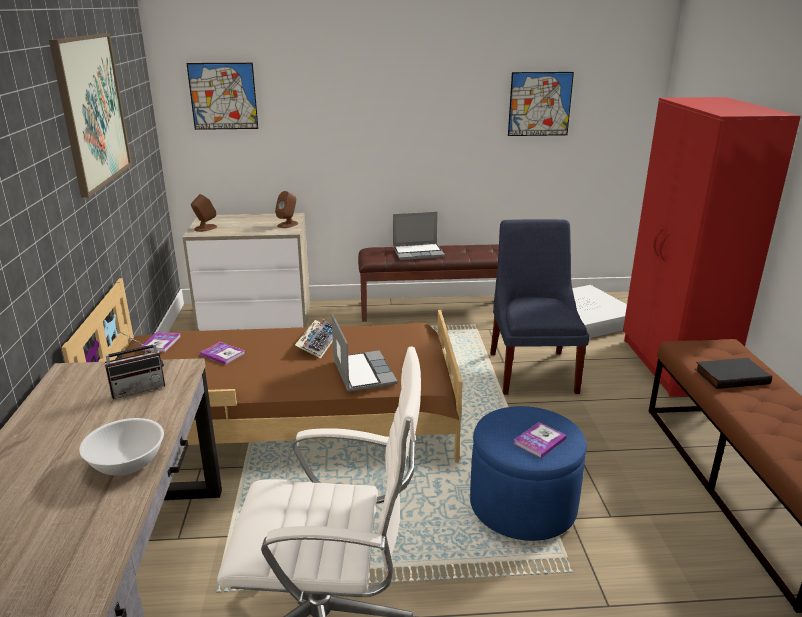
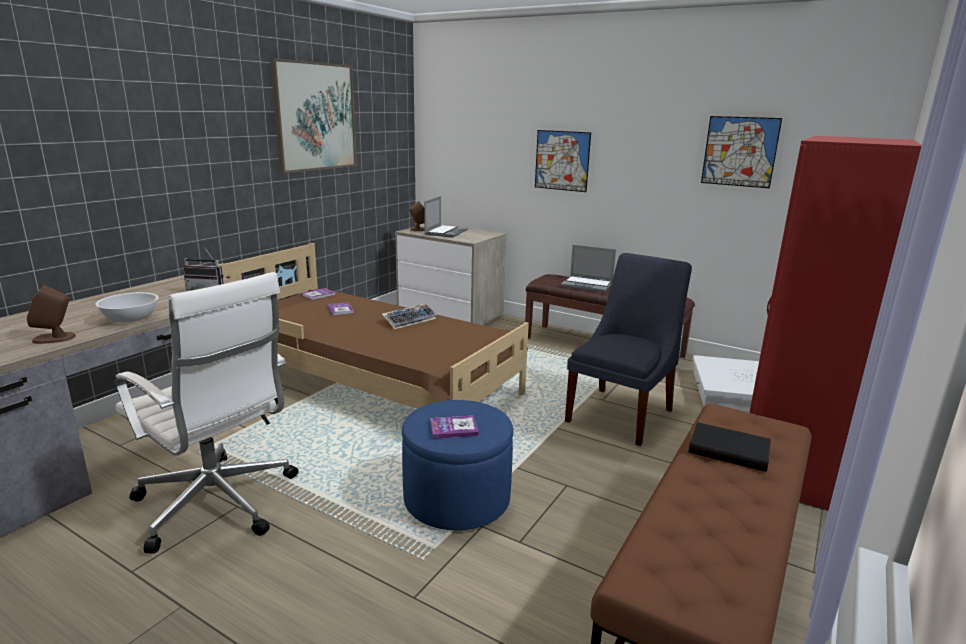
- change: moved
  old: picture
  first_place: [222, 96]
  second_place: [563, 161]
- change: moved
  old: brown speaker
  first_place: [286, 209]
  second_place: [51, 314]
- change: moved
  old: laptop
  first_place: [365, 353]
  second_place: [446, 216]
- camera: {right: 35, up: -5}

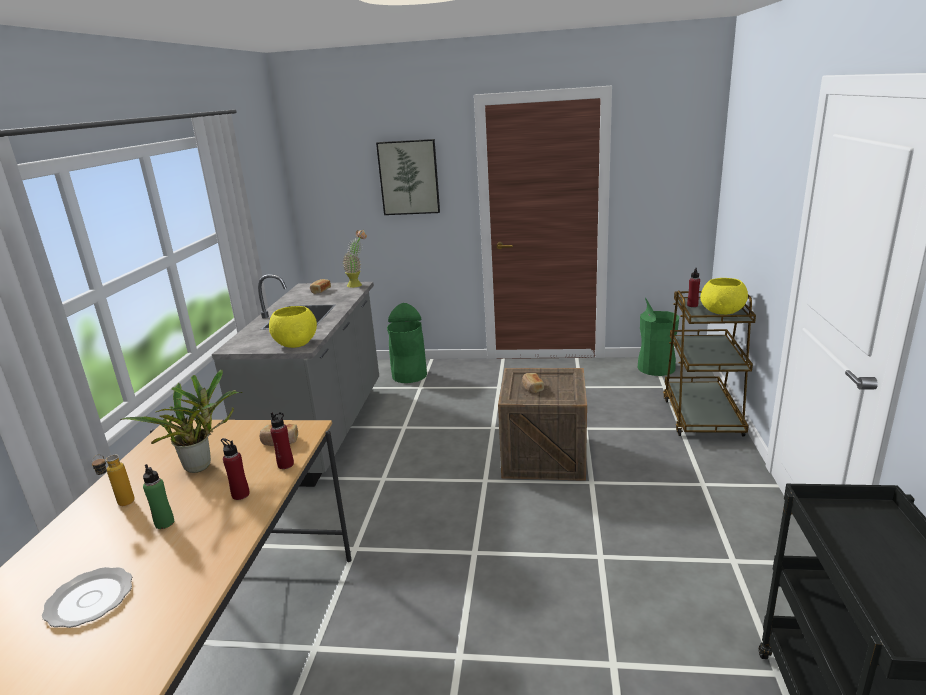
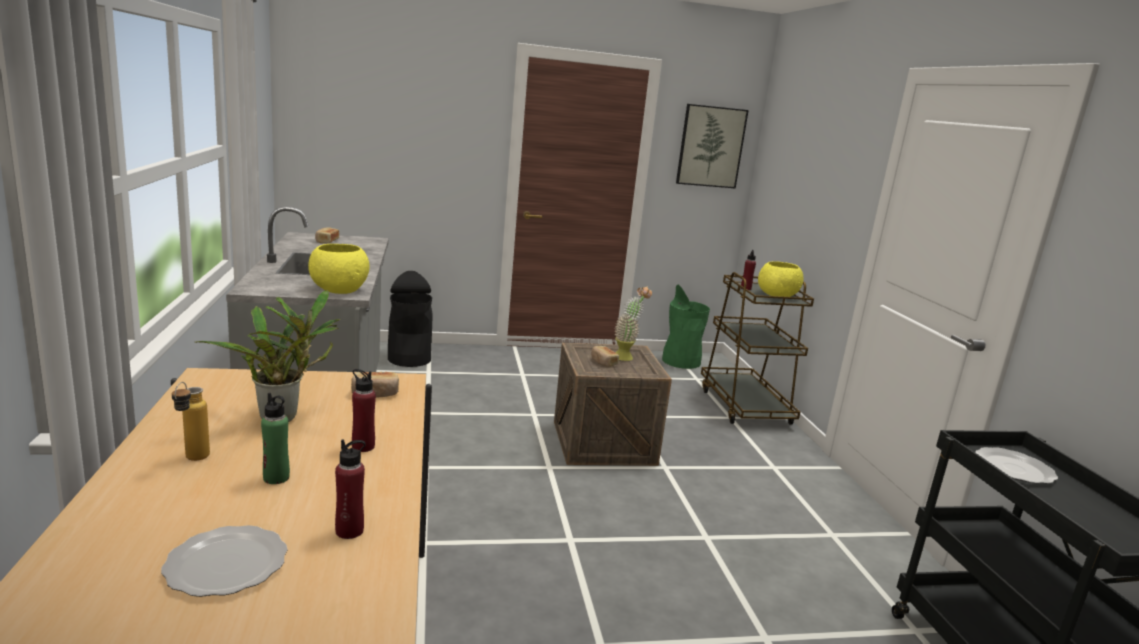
- change: moved
  old: red bottle
  first_place: [282, 440]
  second_place: [350, 489]
- change: moved
  old: potted plant
  first_place: [355, 259]
  second_place: [633, 324]
- change: moved
  old: picture
  first_place: [408, 177]
  second_place: [712, 146]
- change: recoloured
  old: green trash can
  new: black trash can
  first_place: [407, 343]
  second_place: [410, 319]
- change: added
  new: plate
  second_place: [1016, 465]
- camera: {right: -20, up: -5}

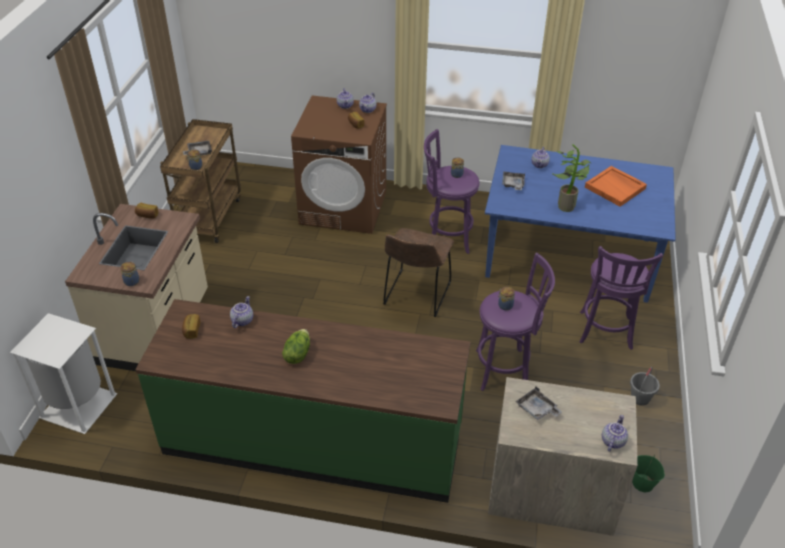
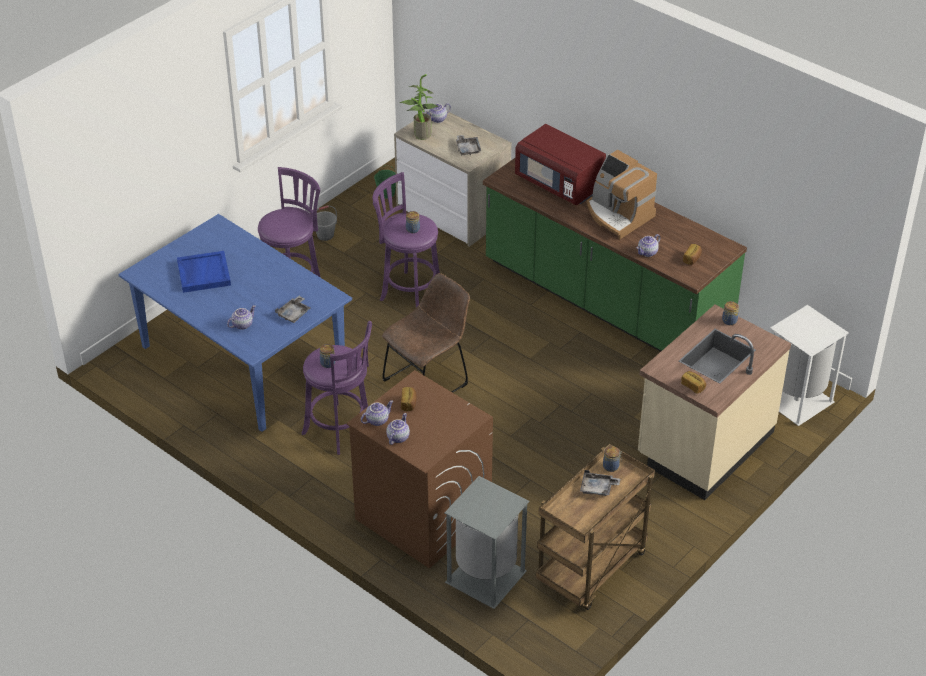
- change: replaced
  old: lettuce
  new: coffee machine
  first_place: [296, 346]
  second_place: [622, 194]
- change: moved
  old: potted plant
  first_place: [571, 178]
  second_place: [419, 107]
- change: recoloured
  old: orange tray
  new: blue tray
  first_place: [616, 186]
  second_place: [204, 272]
- change: added
  new: grey trash can
  second_place: [487, 542]
- change: added
  new: red microwave
  second_place: [560, 164]
- camera: {right: -150, up: 0}

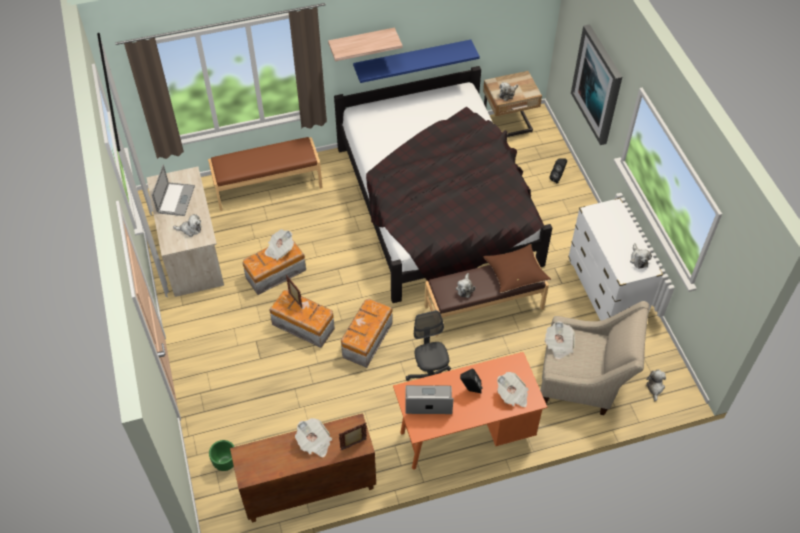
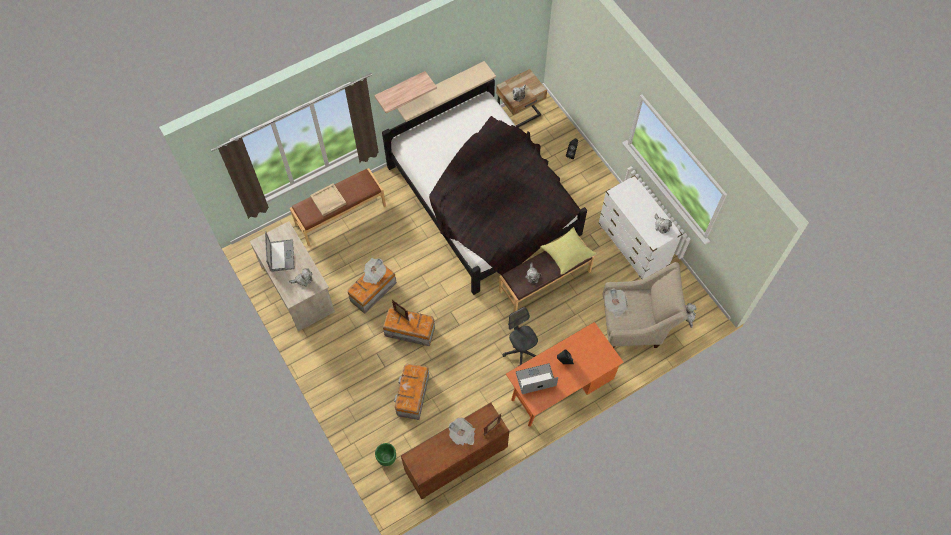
- change: moved
  old: storage box
  first_place: [367, 333]
  second_place: [411, 392]
- change: recoloured
  old: blue shelf
  new: beige shelf
  first_place: [416, 61]
  second_place: [446, 91]
- change: recoloured
  old: brown pillow
  new: yellow pillow
  first_place: [517, 268]
  second_place: [568, 251]
- change: removed
  old: newspaper
  first_place: [513, 389]
- change: removed
  old: picture
  first_place: [596, 84]
- change: added
  new: beige tray
  second_place: [328, 200]
- camera: {right: -15, up: 10}

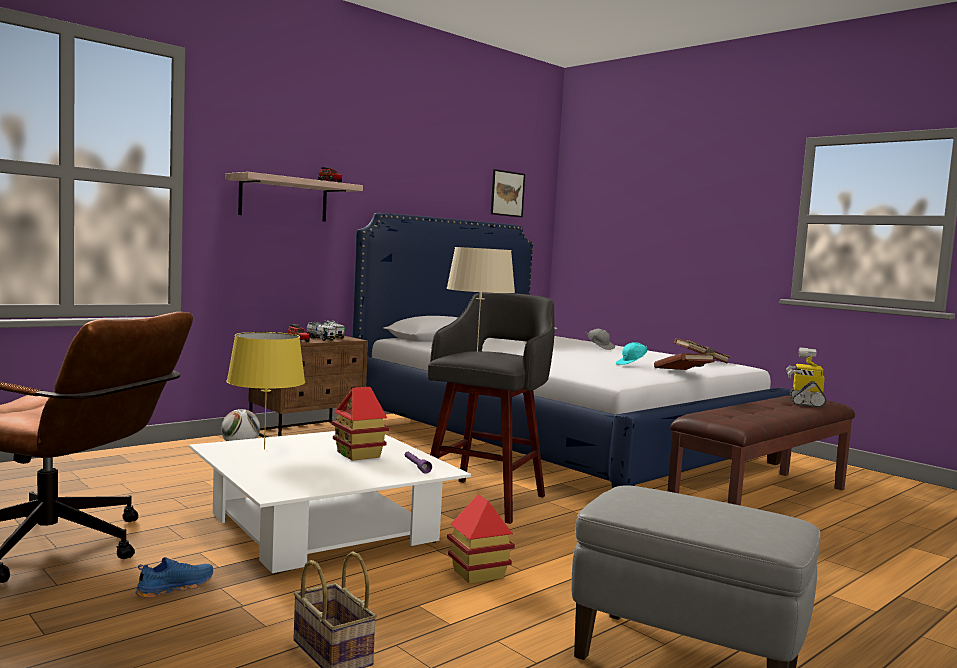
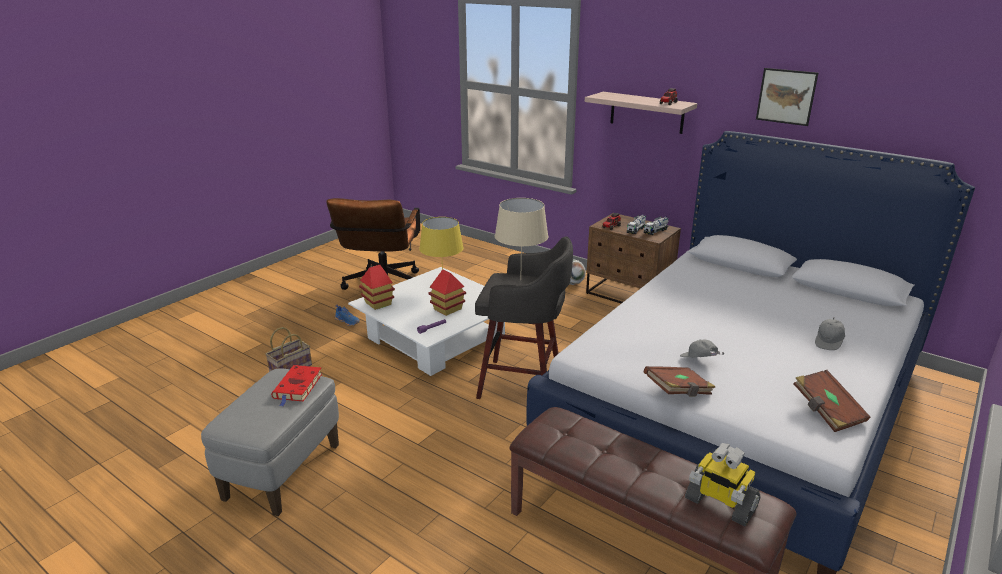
- change: moved
  old: toy house
  first_place: [481, 539]
  second_place: [377, 287]
- change: moved
  old: picture
  first_place: [508, 193]
  second_place: [787, 97]
- change: recoloured
  old: turquoise cap
  new: grey cap
  first_place: [631, 354]
  second_place: [702, 348]
- change: turned
  old: toy robot
  first_place: [806, 377]
  second_place: [723, 484]
  degrees: -150
- change: added
  new: red book
  second_place: [296, 385]
- camera: {right: 80, up: 20}

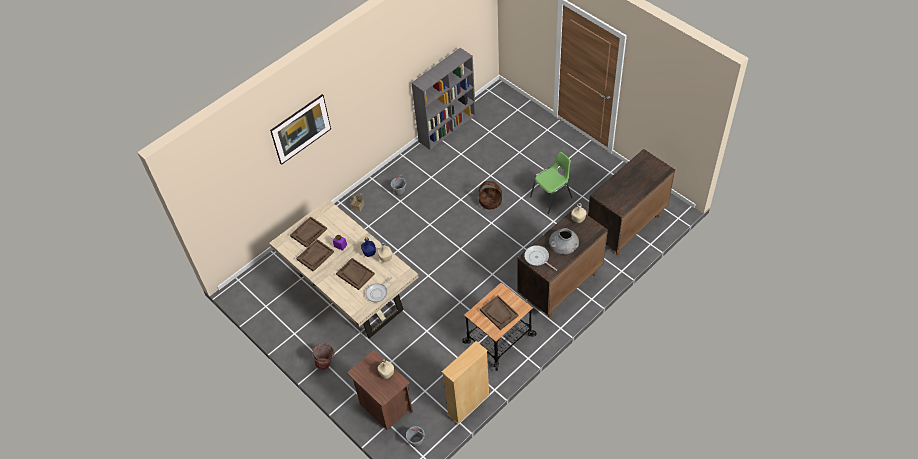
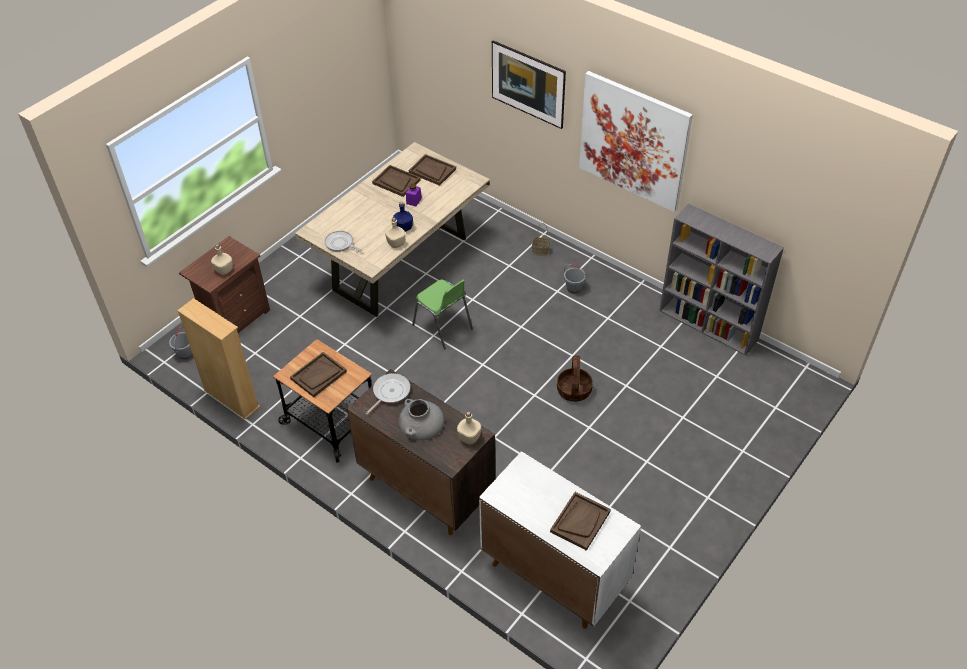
- change: removed
  old: bucket
  first_place: [323, 356]
- change: moved
  old: brown tray
  first_place: [355, 274]
  second_place: [580, 521]
- change: moved
  old: green chair
  first_place: [551, 183]
  second_place: [442, 314]
- change: recoloured
  old: brown cabinet
  new: white cabinet
  first_place: [631, 202]
  second_place: [560, 540]
- change: added
  new: picture
  second_place: [636, 141]
- camera: {right: 80, up: -5}

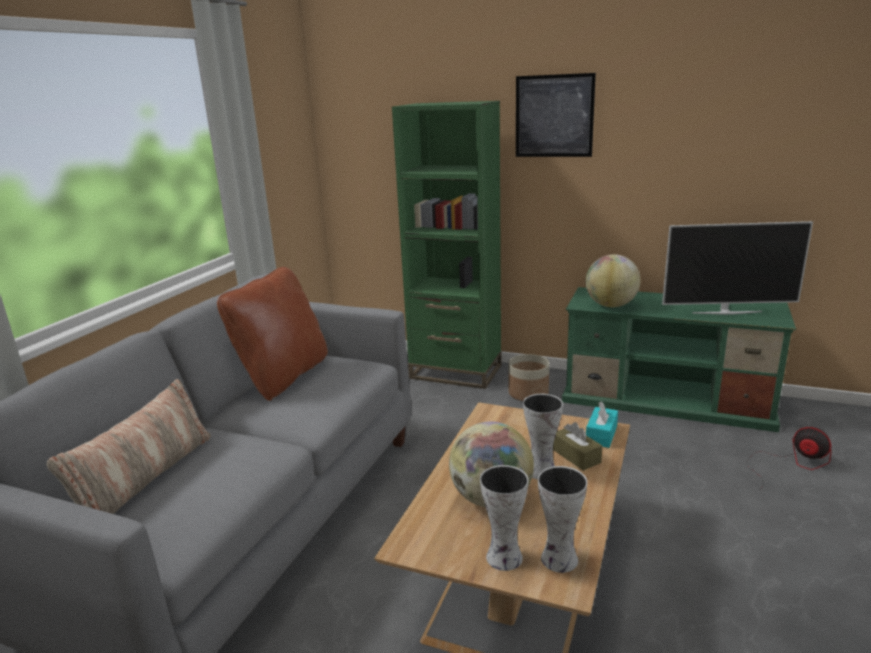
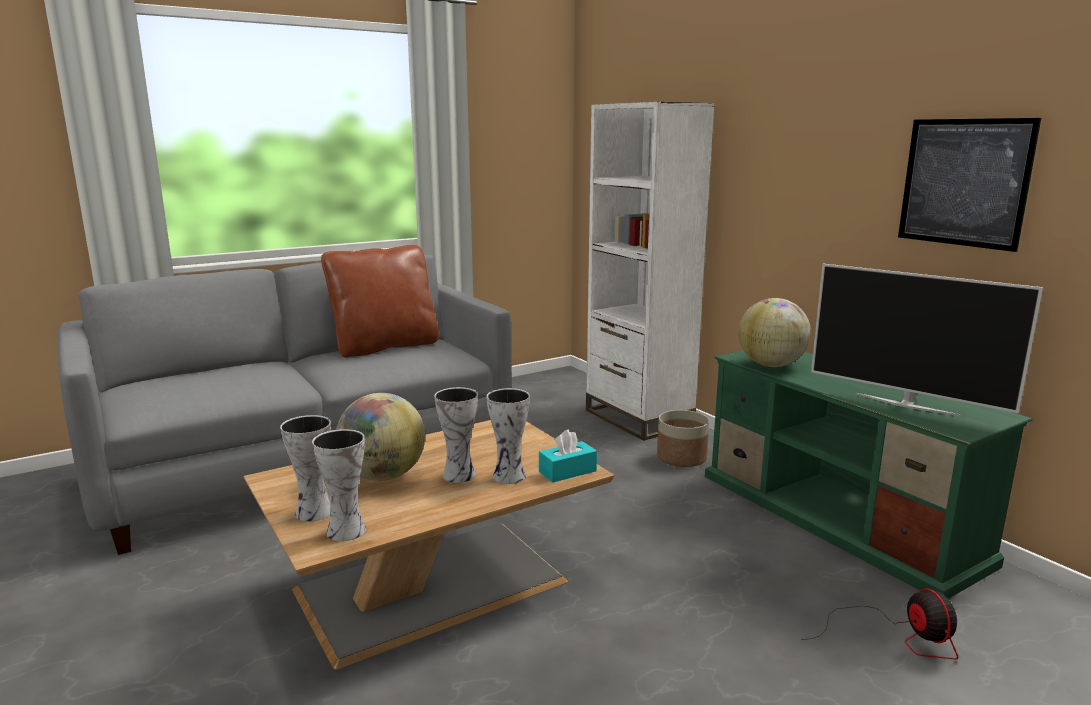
- change: removed
  old: pillow
  first_place: [129, 446]
- change: recoloured
  old: green bookcase
  new: white bookcase
  first_place: [447, 245]
  second_place: [650, 271]
- change: moved
  old: picture
  first_place: [556, 115]
  second_place: [969, 185]
- change: replaced
  old: brown tissue box
  new: vase
  first_place: [577, 446]
  second_place: [508, 436]
- camera: {right: 35, up: -5}

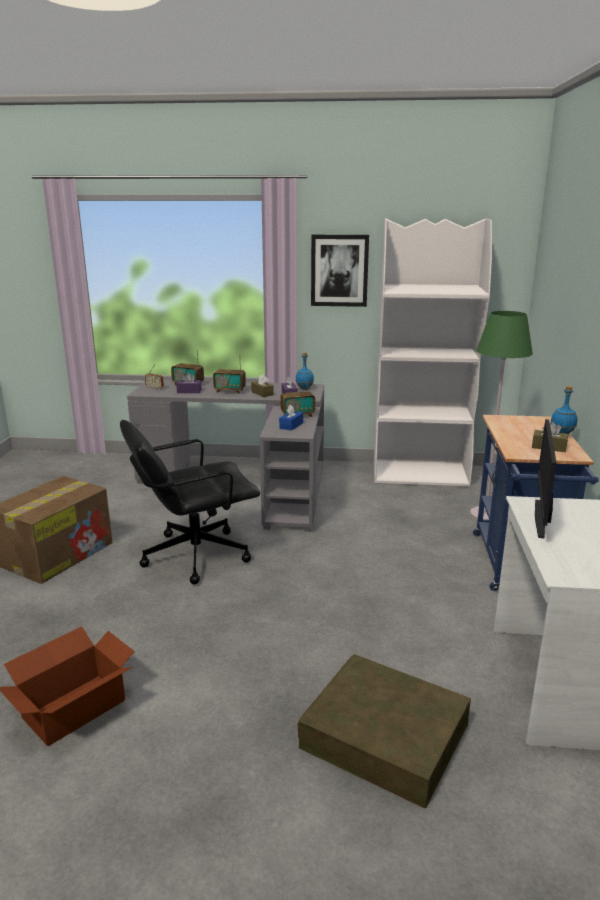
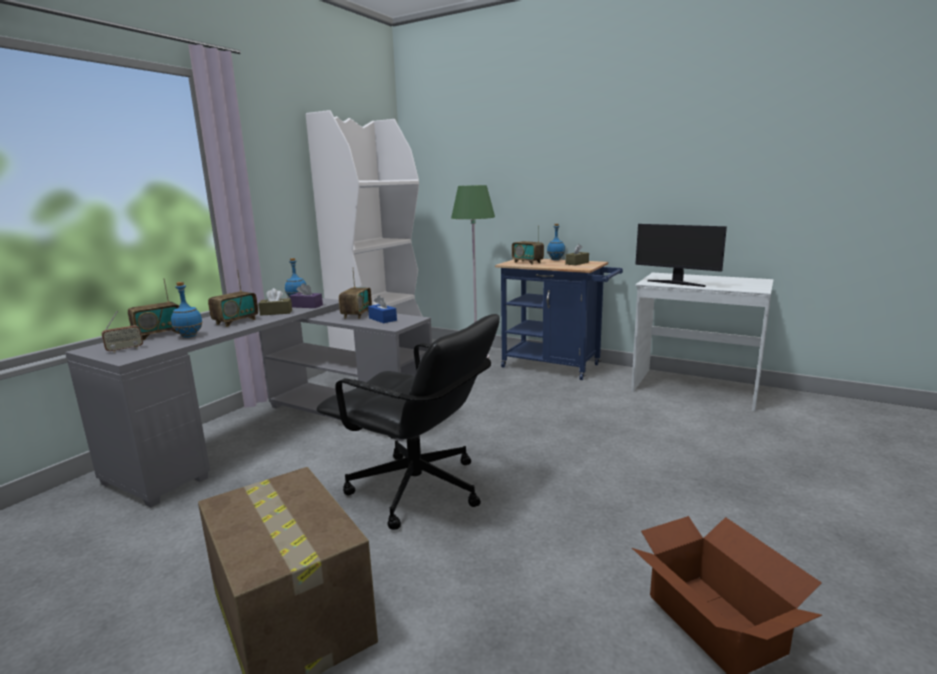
- change: turned
  old: black office chair
  first_place: [190, 502]
  second_place: [408, 422]
  degrees: -60
- change: replaced
  old: purple tissue box
  new: blue bottle
  first_place: [188, 383]
  second_place: [187, 310]
- change: removed
  old: brown storage box
  first_place: [384, 731]
- change: removed
  old: picture
  first_place: [340, 271]
- change: added
  new: radio
  second_place: [528, 245]
- camera: {right: -65, up: -5}

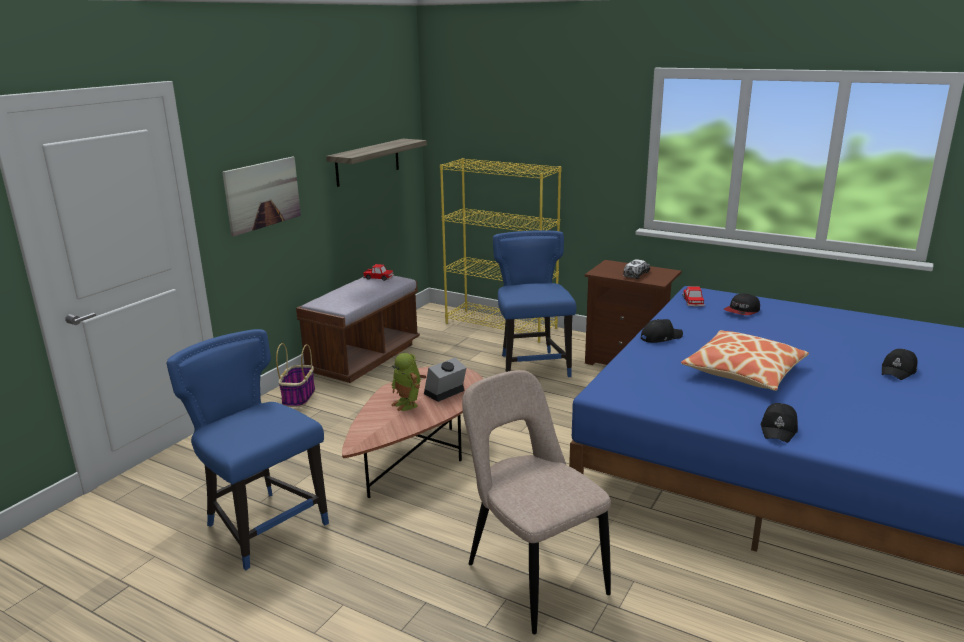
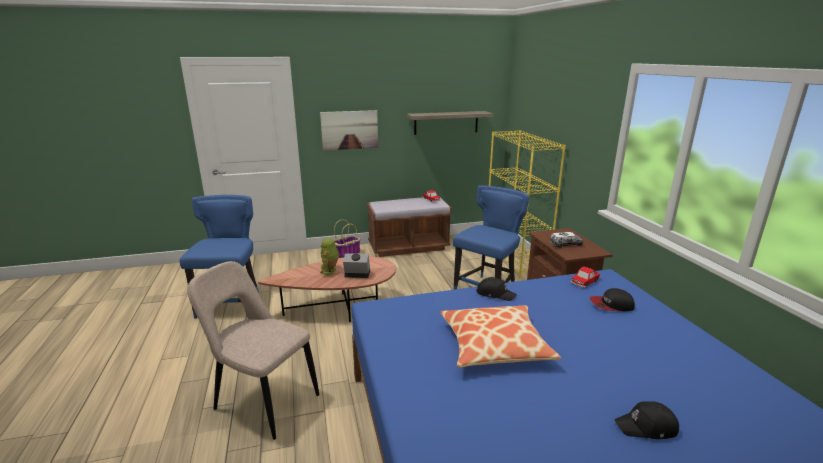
- change: turned
  old: beige chair
  first_place: [536, 502]
  second_place: [253, 350]
  degrees: -75
- change: removed
  old: black cap
  first_place: [779, 423]
- camera: {right: 45, up: 0}

